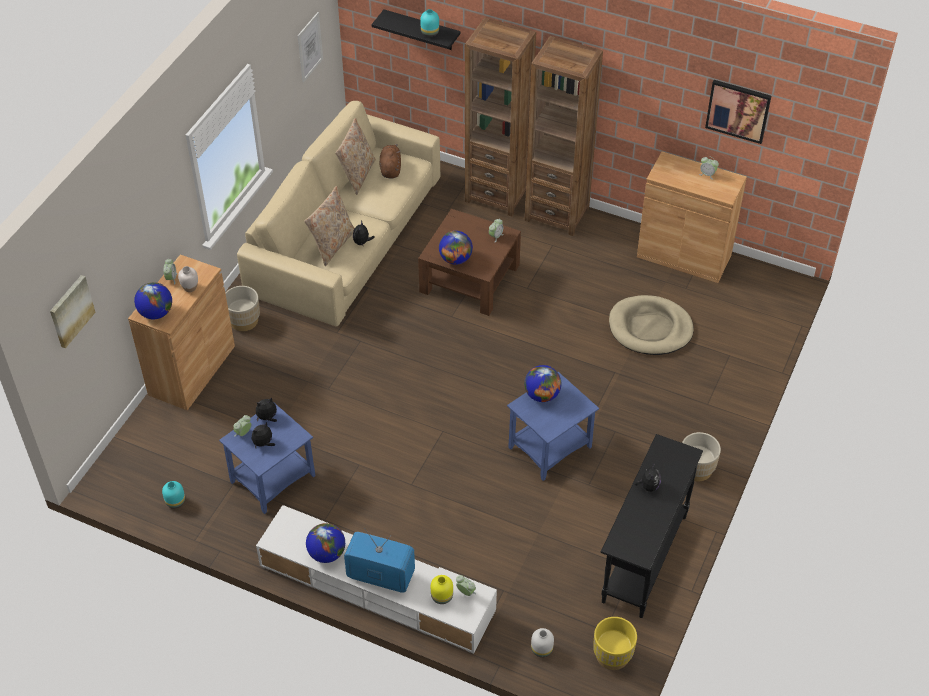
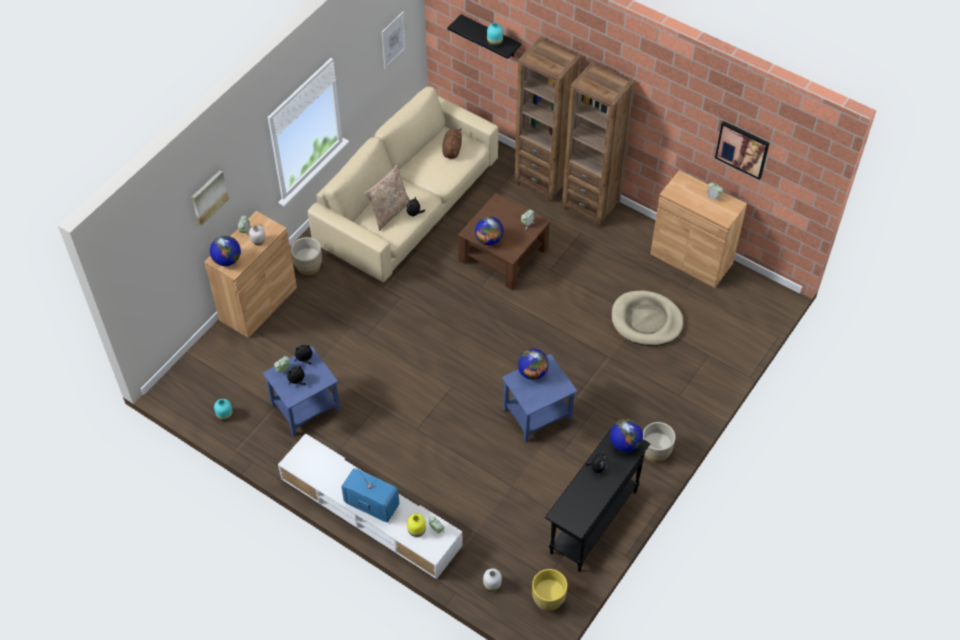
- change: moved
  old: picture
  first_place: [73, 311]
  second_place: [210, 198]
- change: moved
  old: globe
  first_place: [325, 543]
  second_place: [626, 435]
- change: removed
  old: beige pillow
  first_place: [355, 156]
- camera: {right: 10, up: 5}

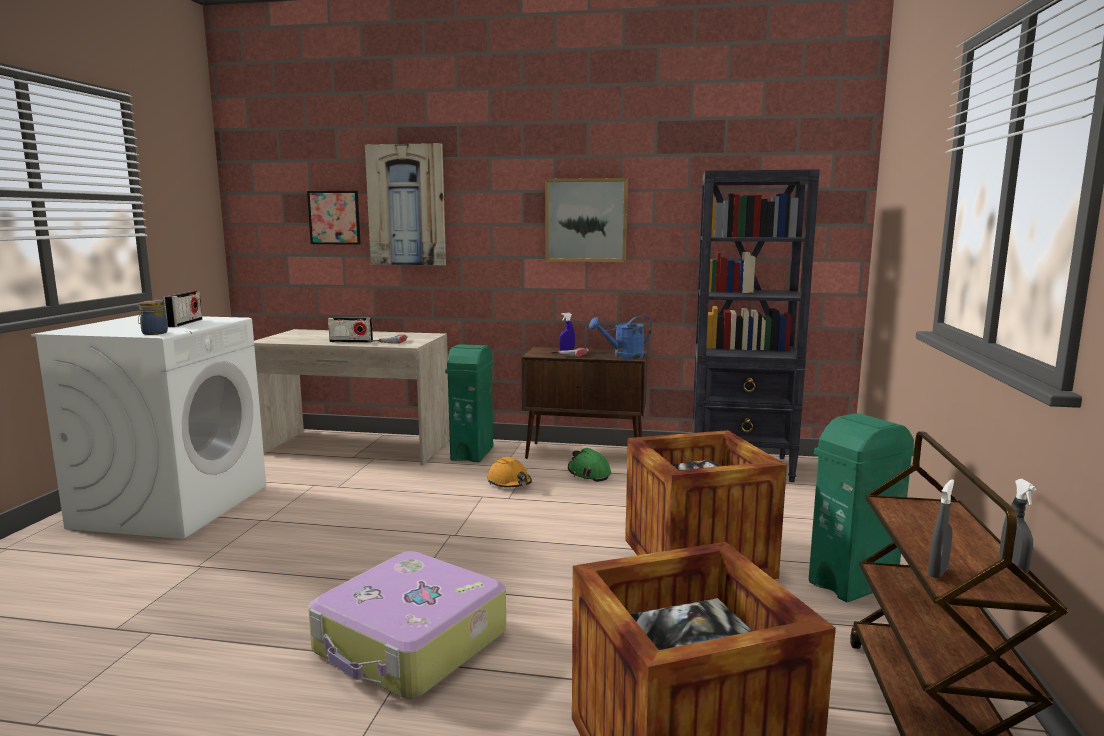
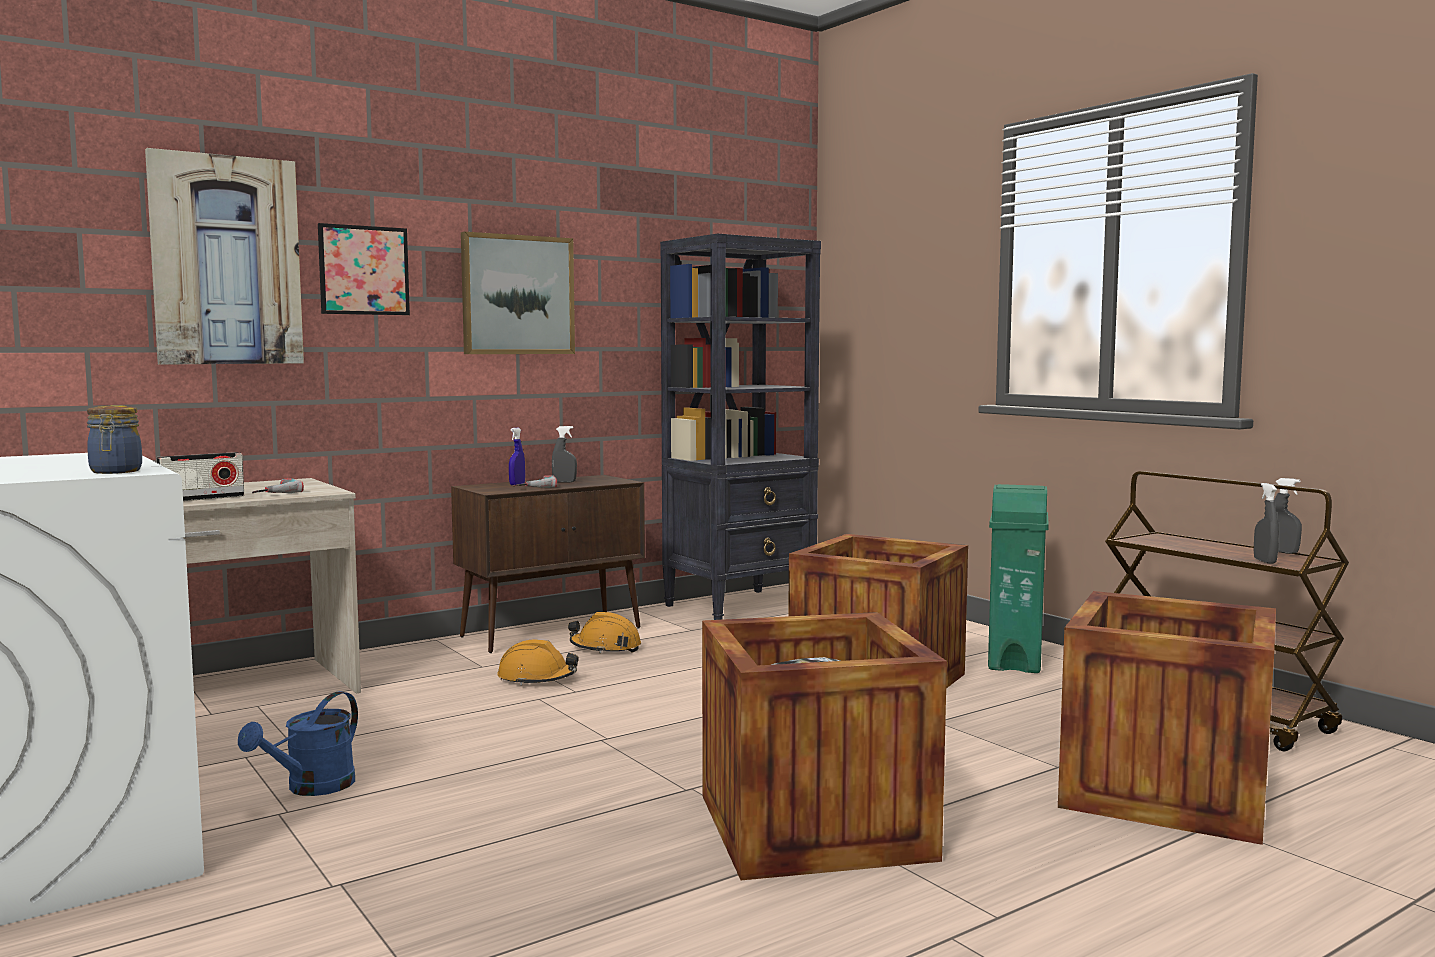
- change: removed
  old: radio
  first_place: [182, 309]
- change: moved
  old: picture
  first_place: [334, 218]
  second_place: [364, 269]
- change: replaced
  old: suitcase
  new: crate
  first_place: [407, 625]
  second_place: [824, 746]
- change: removed
  old: green trash can
  first_place: [469, 403]
- change: recoloured
  old: green hard hat
  new: orange hard hat
  first_place: [589, 465]
  second_place: [604, 632]
- change: moved
  old: blue watering can
  first_place: [620, 337]
  second_place: [298, 743]
- change: added
  new: grey spray bottle
  second_place: [564, 454]
- camera: {right: -45, up: -5}

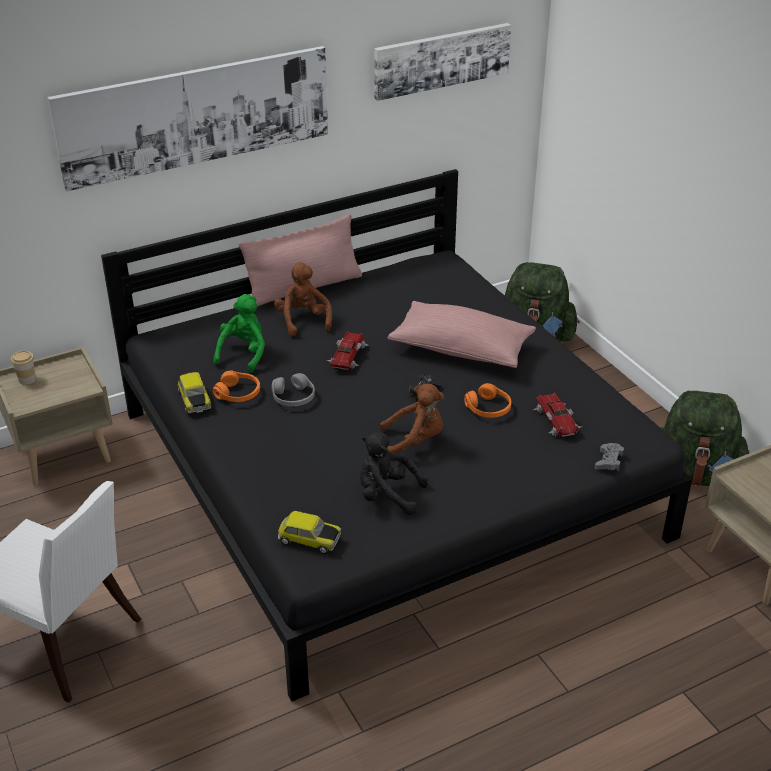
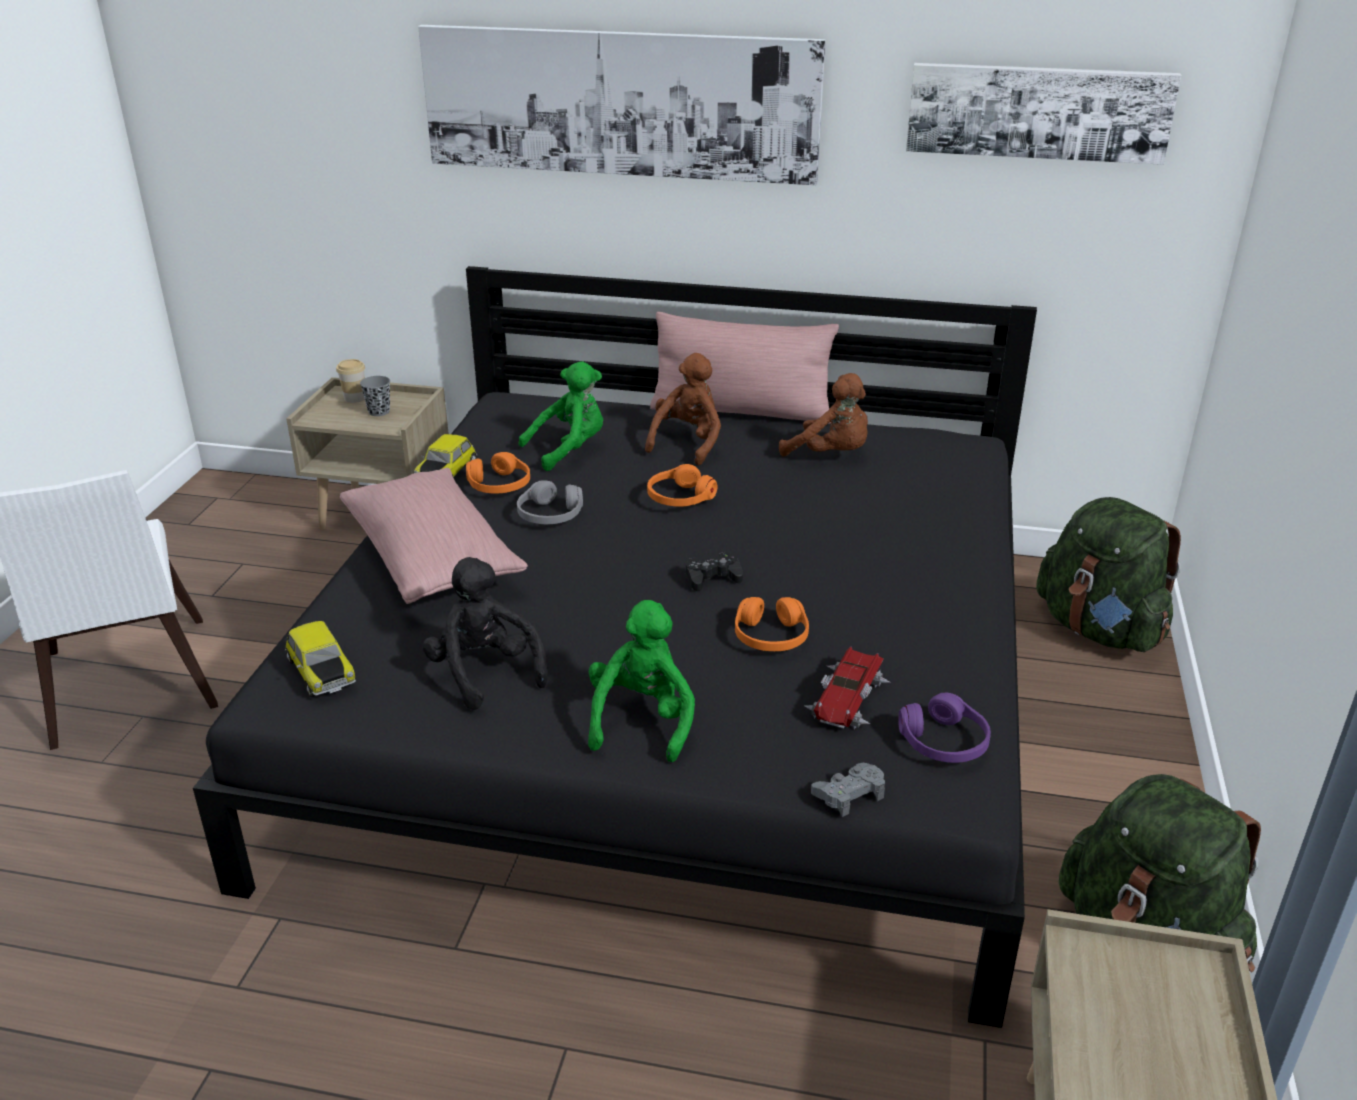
- change: replaced
  old: toy car
  new: orange headphones
  first_place: [347, 350]
  second_place: [682, 485]
- change: moved
  old: brown plush toy
  first_place: [412, 418]
  second_place: [823, 414]
- change: moved
  old: pink pillow
  first_place: [462, 334]
  second_place: [434, 536]
- change: added
  new: grey cup
  second_place: [375, 396]
- change: added
  new: green plush toy
  second_place: [641, 681]
- change: added
  new: purple headphones
  second_place: [944, 727]
- camera: {right: 40, up: -5}

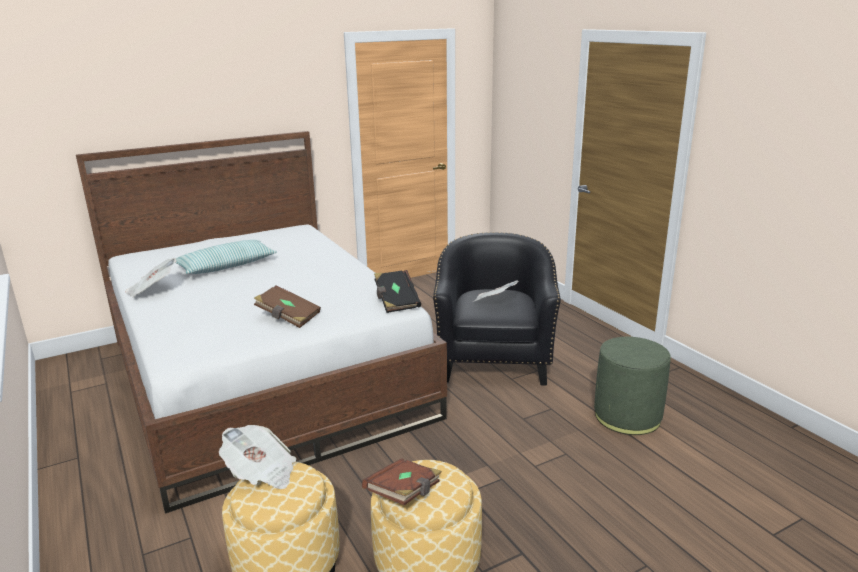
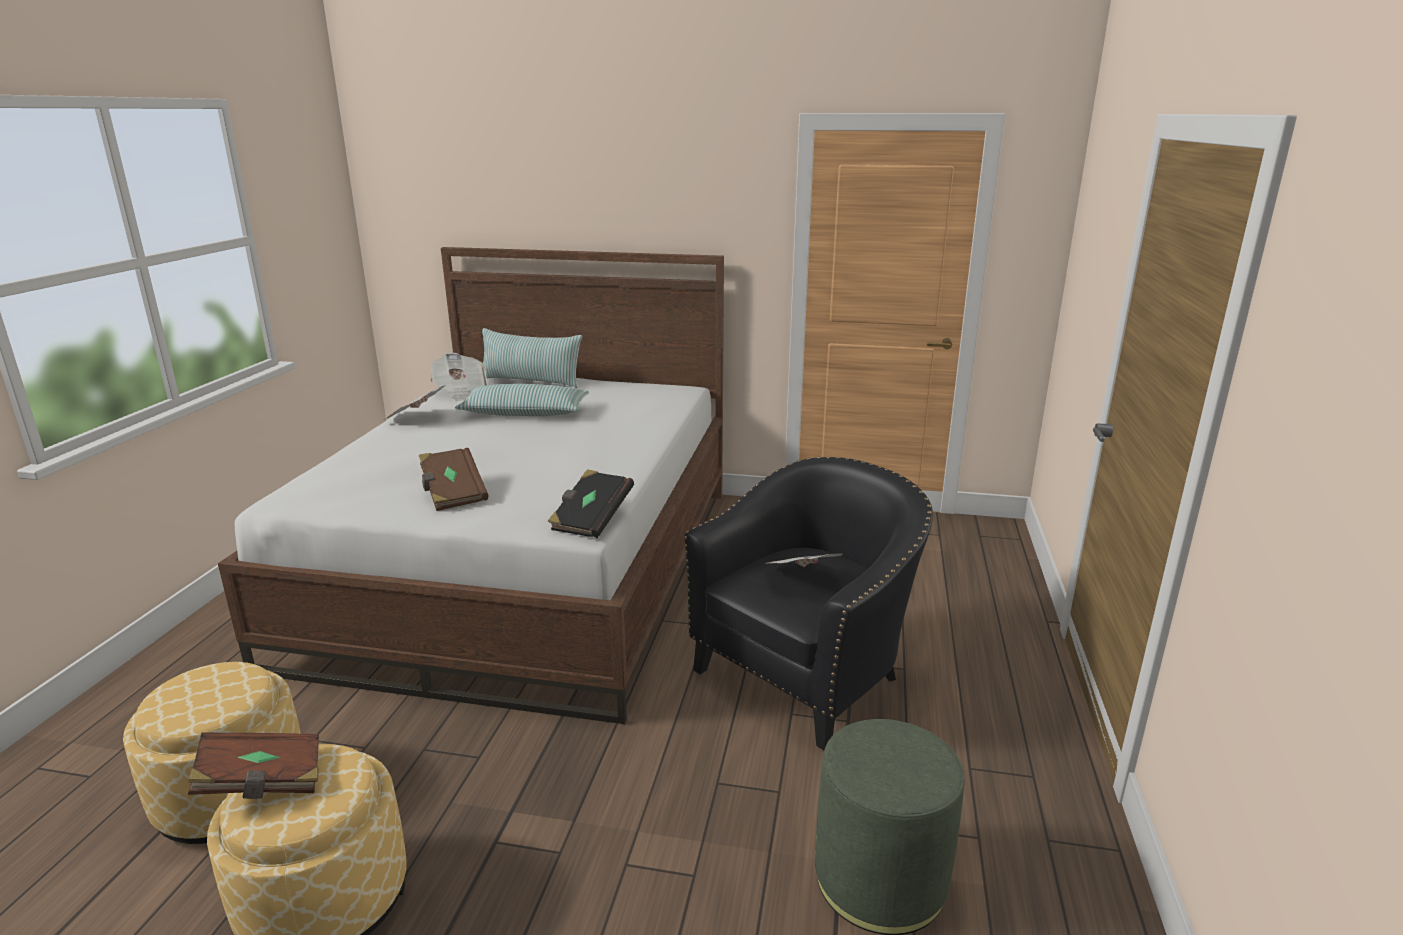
- change: moved
  old: newspaper
  first_place: [257, 457]
  second_place: [459, 377]
- change: added
  new: pillow
  second_place: [532, 358]
- camera: {right: 40, up: 0}

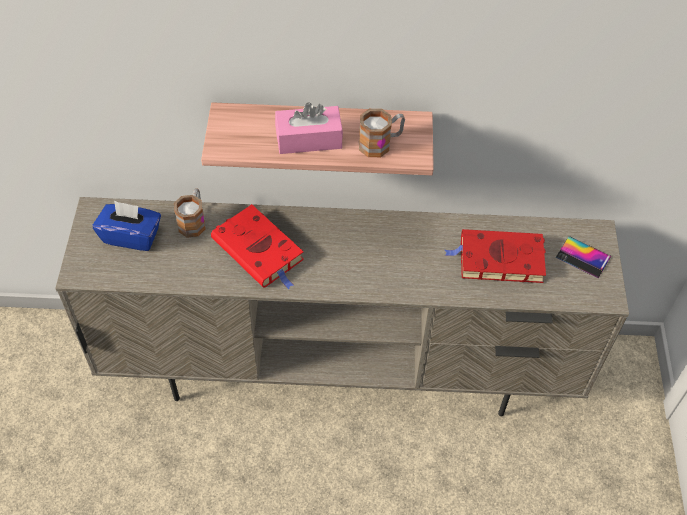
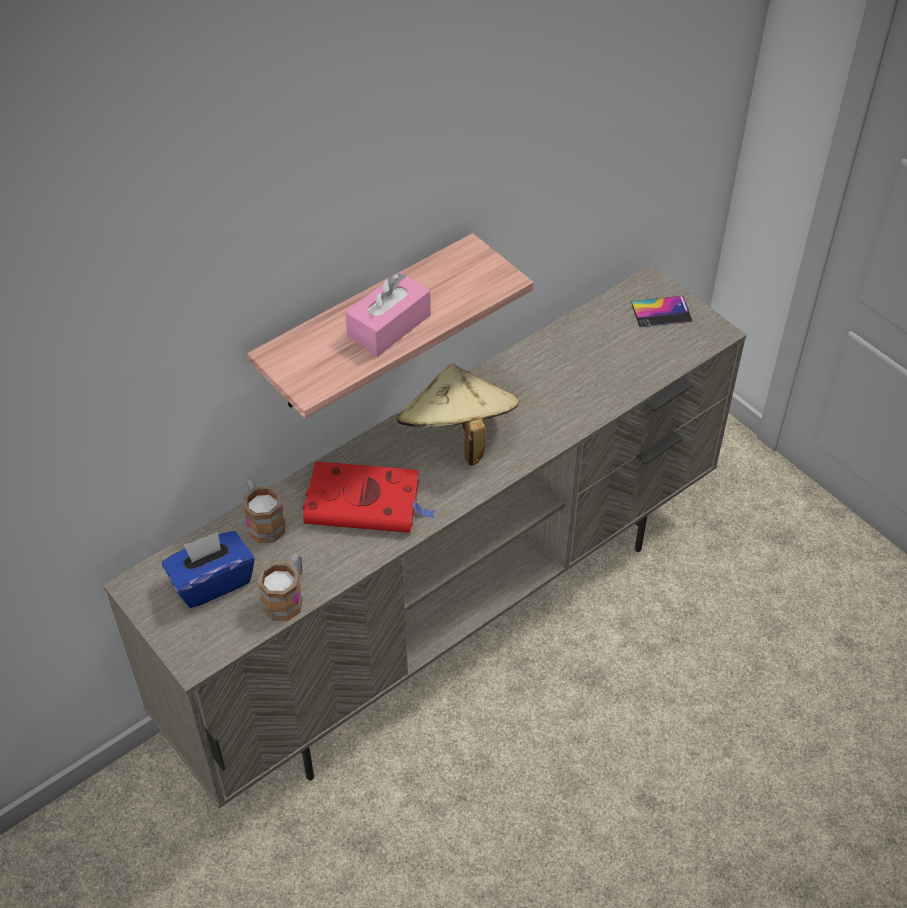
- change: moved
  old: mug
  first_place: [382, 133]
  second_place: [280, 587]
- change: removed
  old: red book
  first_place: [495, 256]
- change: added
  new: beige hat
  second_place: [458, 414]
- camera: {right: -40, up: -5}

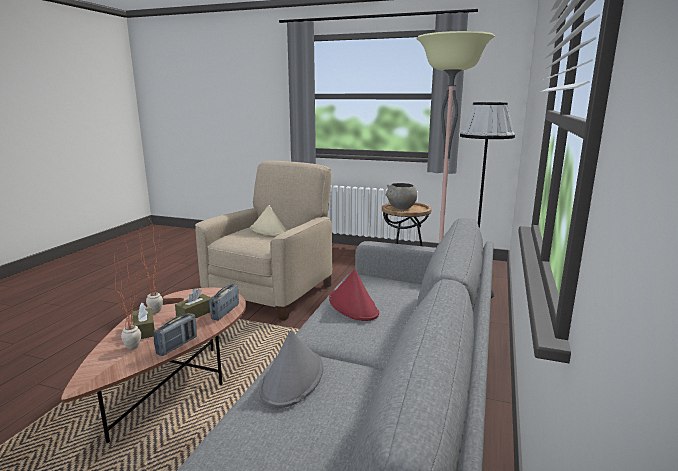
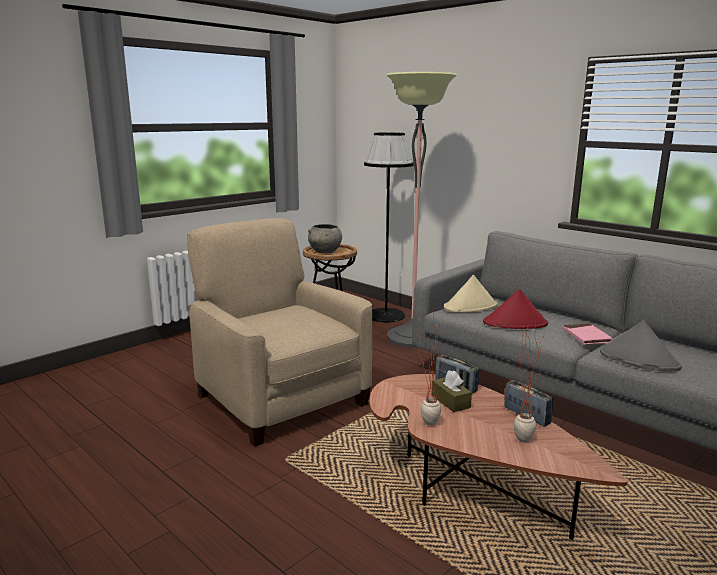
- change: removed
  old: brown tissue box
  first_place: [143, 321]
- change: moved
  old: beige hat
  first_place: [269, 220]
  second_place: [471, 293]
- change: added
  new: pink book
  second_place: [588, 334]
- camera: {right: -65, up: 0}

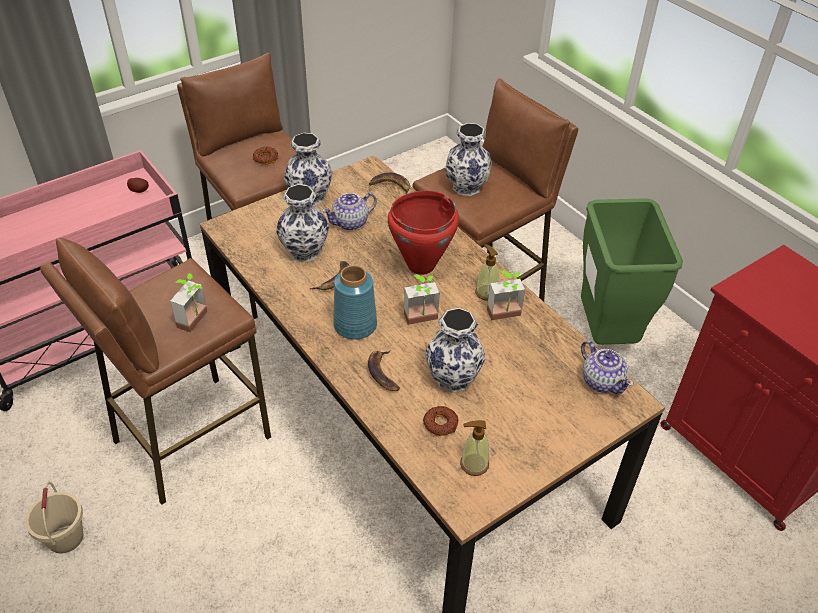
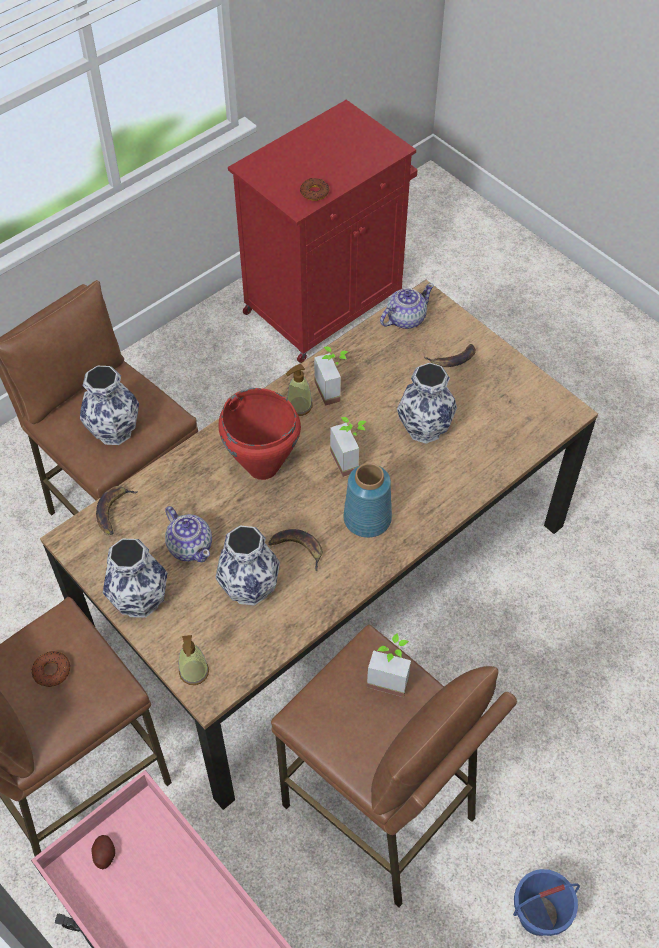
- change: recoloured
  old: beige bucket
  new: blue bucket
  first_place: [54, 518]
  second_place: [546, 902]
- change: moved
  old: banana
  first_place: [384, 371]
  second_place: [450, 355]
- change: moved
  old: donut
  first_place: [440, 421]
  second_place: [315, 189]
- change: moved
  old: soap dispenser
  first_place: [474, 448]
  second_place: [194, 660]
- change: removed
  old: green trash can
  first_place: [632, 271]
- camera: {right: -95, up: 10}

